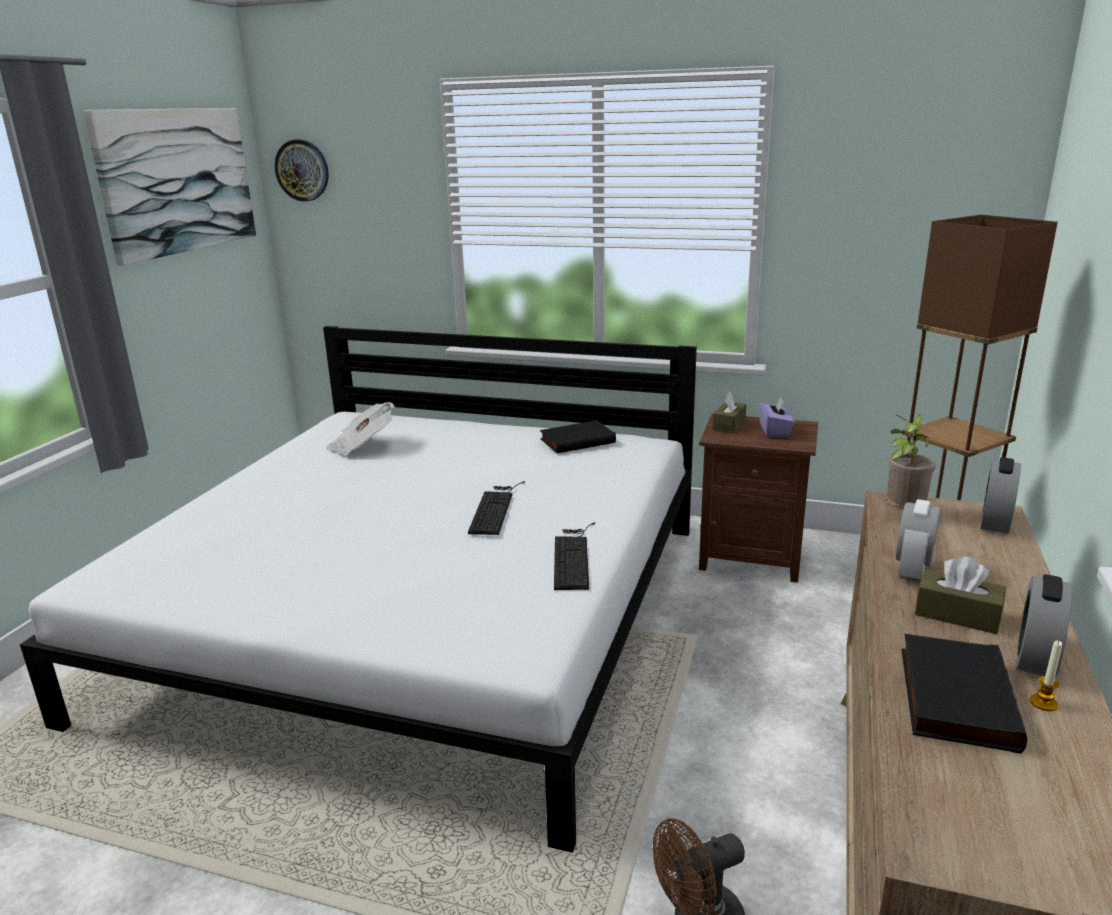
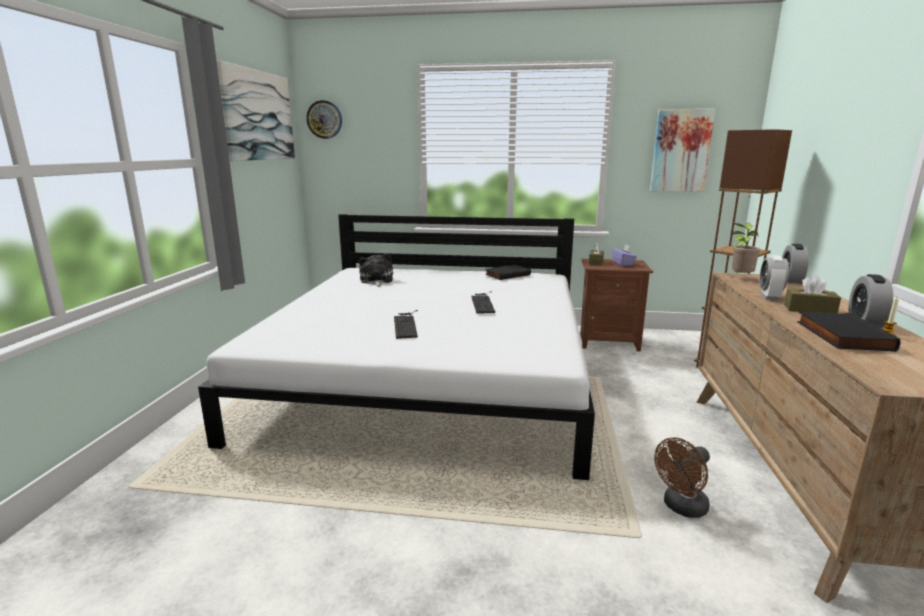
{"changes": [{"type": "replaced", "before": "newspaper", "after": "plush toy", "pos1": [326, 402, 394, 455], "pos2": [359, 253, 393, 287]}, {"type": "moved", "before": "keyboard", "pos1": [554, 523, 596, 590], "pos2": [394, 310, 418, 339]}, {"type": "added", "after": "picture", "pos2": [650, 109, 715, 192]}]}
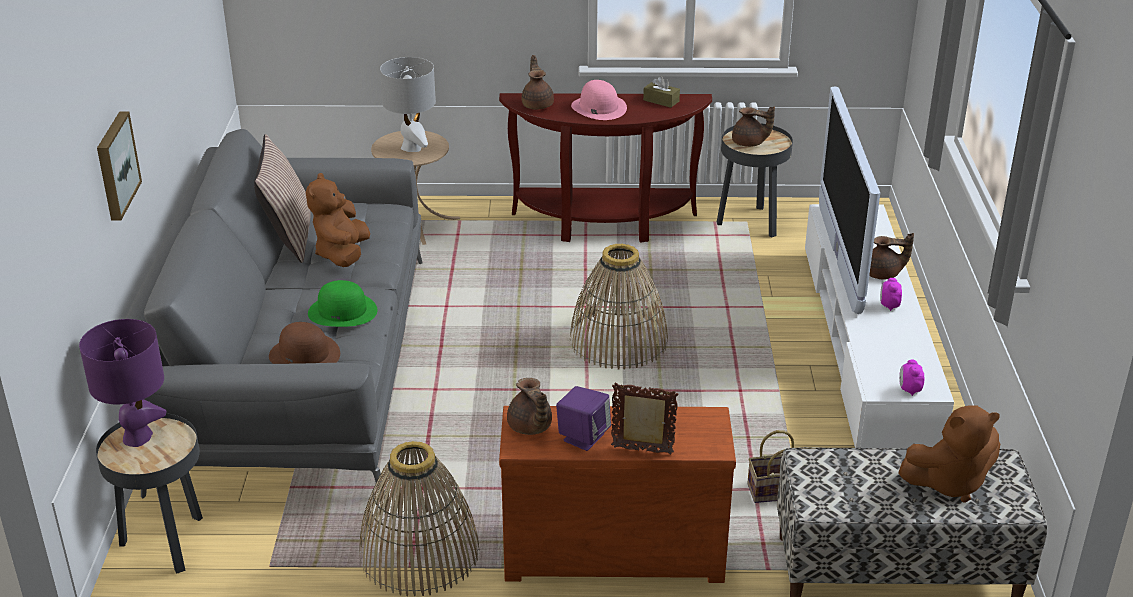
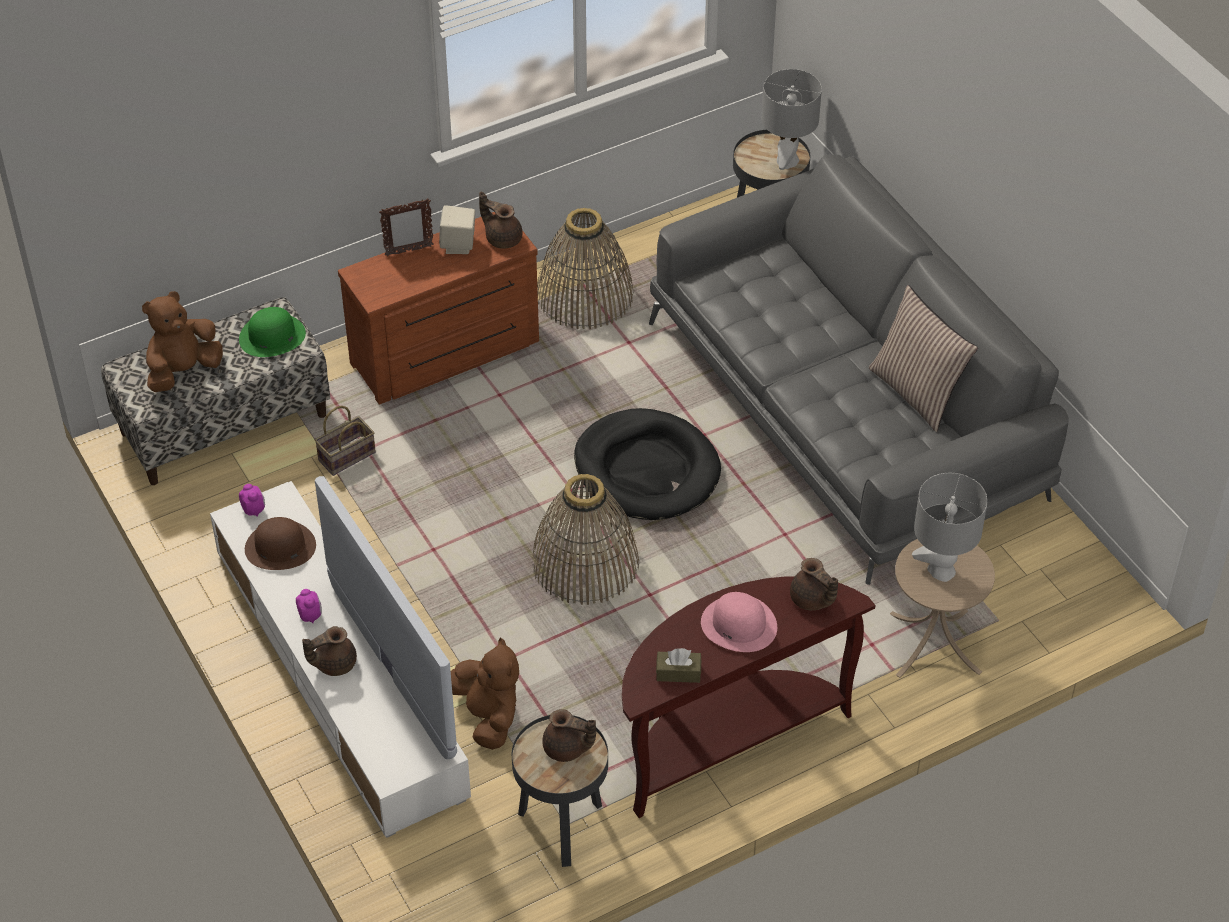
{"changes": [{"type": "moved", "before": "hat in green", "pos1": [308, 280, 378, 327], "pos2": [239, 307, 306, 357]}, {"type": "moved", "before": "hat in brown", "pos1": [269, 322, 340, 364], "pos2": [245, 517, 316, 570]}, {"type": "recoloured", "before": "speaker in purple", "after": "speaker in beige", "pos1": [556, 386, 611, 451], "pos2": [439, 205, 475, 254]}, {"type": "moved", "before": "plush toy in brown", "pos1": [306, 173, 370, 267], "pos2": [451, 637, 519, 750]}, {"type": "turned", "before": "teapot in brown", "pos1": [732, 106, 775, 147], "pos2": [542, 709, 596, 762], "turn": -150}, {"type": "added", "after": "dog bed in black", "pos2": [574, 408, 721, 520]}, {"type": "recoloured", "before": "table lamp in purple", "after": "table lamp in grey", "pos1": [79, 319, 167, 447], "pos2": [762, 69, 822, 170]}, {"type": "removed", "before": "picture", "pos1": [97, 112, 142, 220]}]}
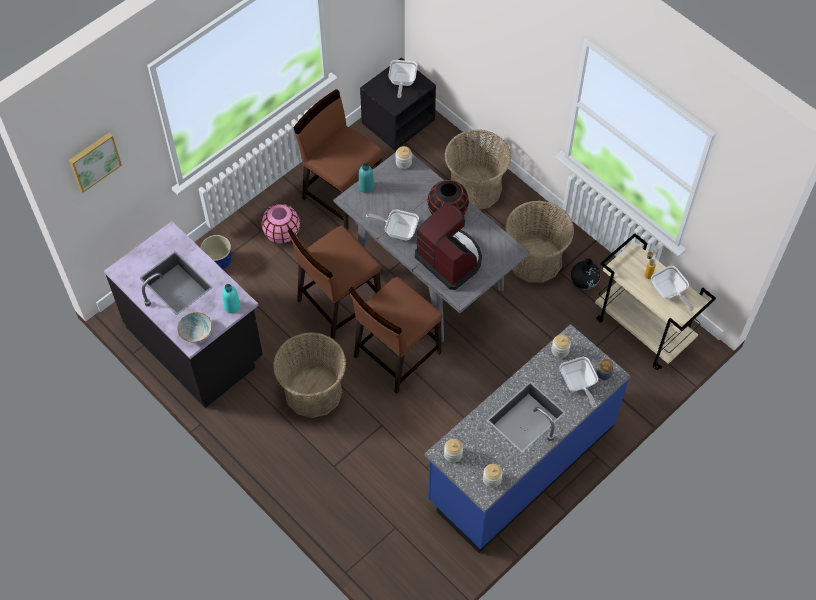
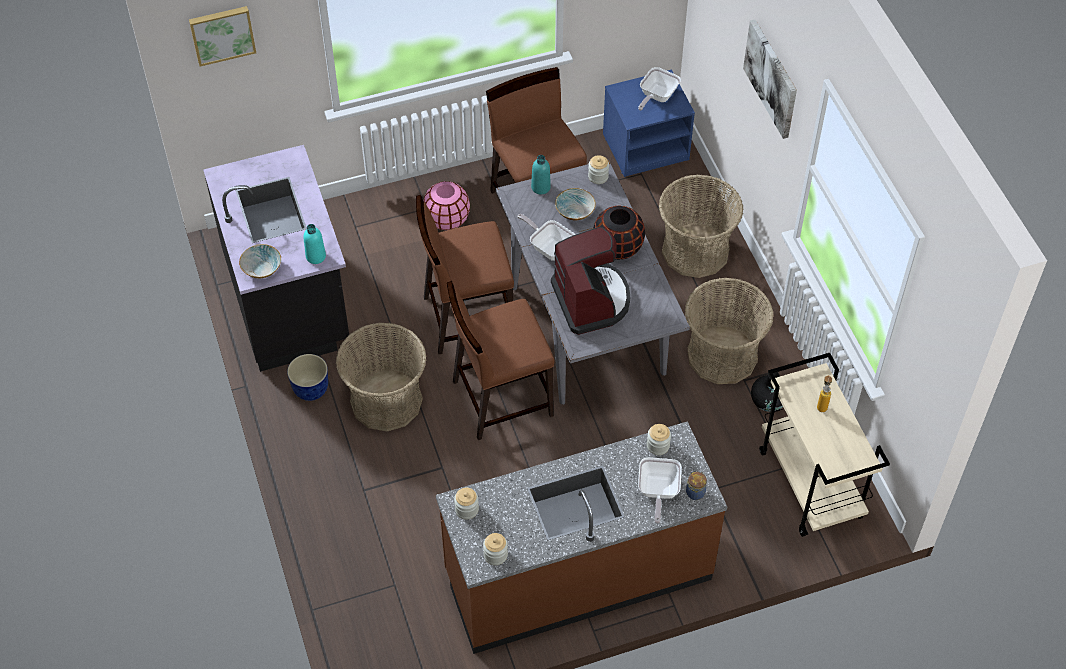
{"changes": [{"type": "moved", "before": "planter", "pos1": [200, 235, 232, 269], "pos2": [287, 354, 328, 401]}, {"type": "recoloured", "before": "counter in blue", "after": "counter in brown", "pos1": [425, 324, 631, 553], "pos2": [436, 421, 727, 654]}, {"type": "added", "after": "bowl", "pos2": [555, 188, 596, 220]}, {"type": "recoloured", "before": "nightstand in black", "after": "nightstand in blue", "pos1": [360, 57, 436, 151], "pos2": [603, 69, 695, 177]}, {"type": "added", "after": "picture", "pos2": [743, 19, 797, 139]}, {"type": "removed", "before": "frying pan", "pos1": [651, 266, 694, 311]}]}
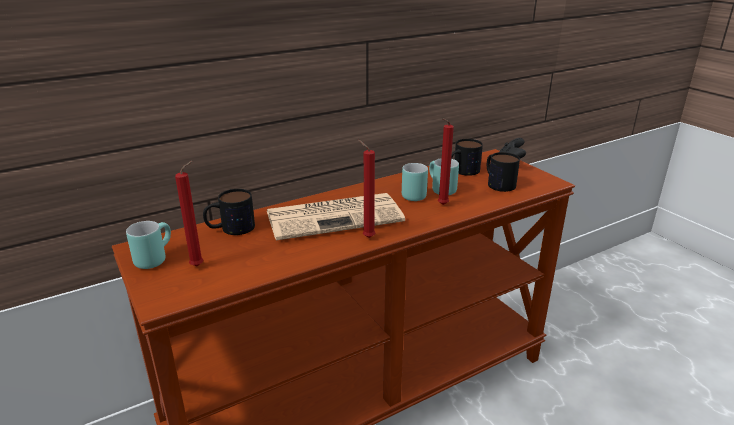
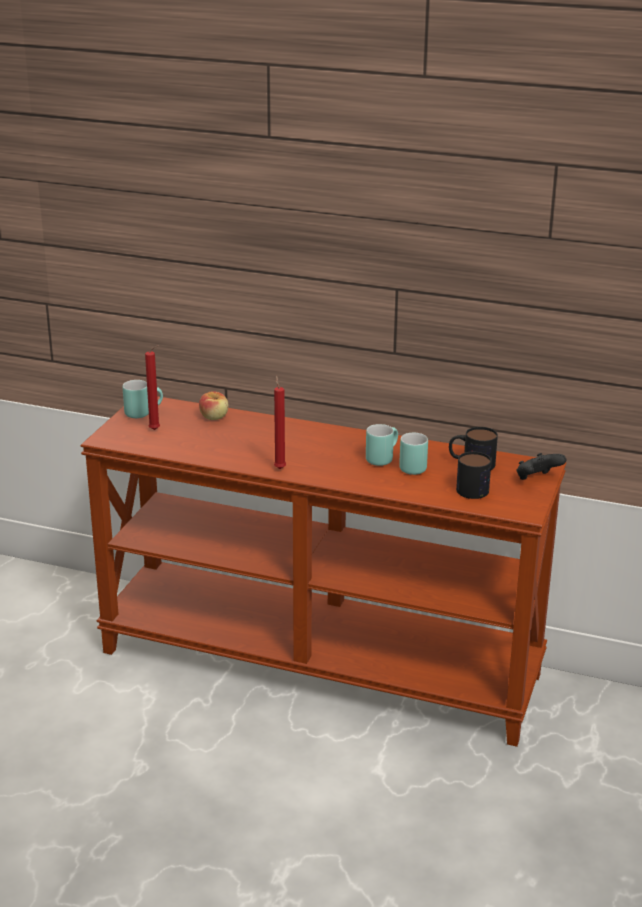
{"changes": [{"type": "replaced", "before": "mug", "after": "apple", "pos1": [203, 189, 255, 235], "pos2": [199, 391, 229, 420]}, {"type": "removed", "before": "newspaper", "pos1": [267, 193, 405, 240]}, {"type": "removed", "before": "candle in red", "pos1": [438, 118, 454, 205]}]}
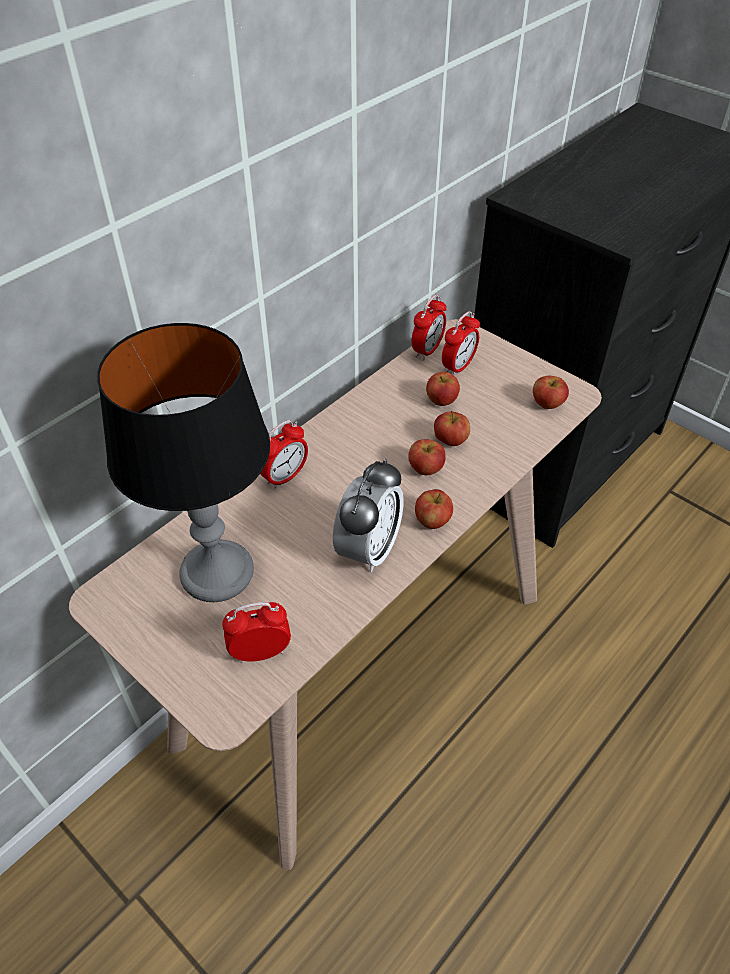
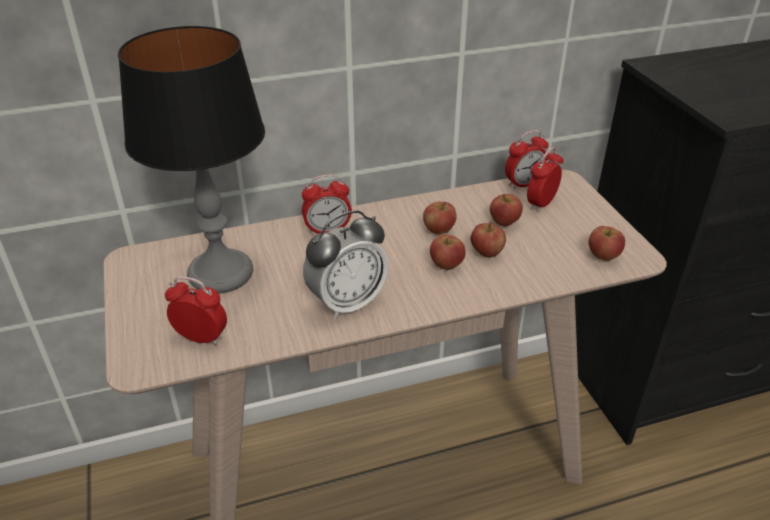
{"changes": [{"type": "moved", "before": "apple", "pos1": [415, 489, 453, 529], "pos2": [423, 202, 457, 234]}, {"type": "turned", "before": "alarm clock", "pos1": [442, 311, 480, 376], "pos2": [527, 147, 563, 212], "turn": 150}]}
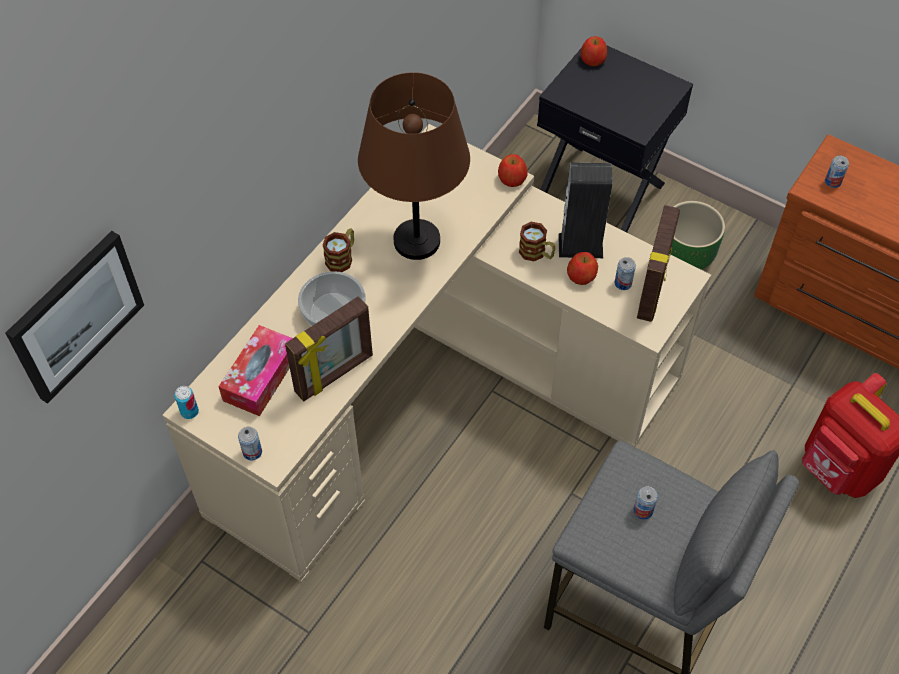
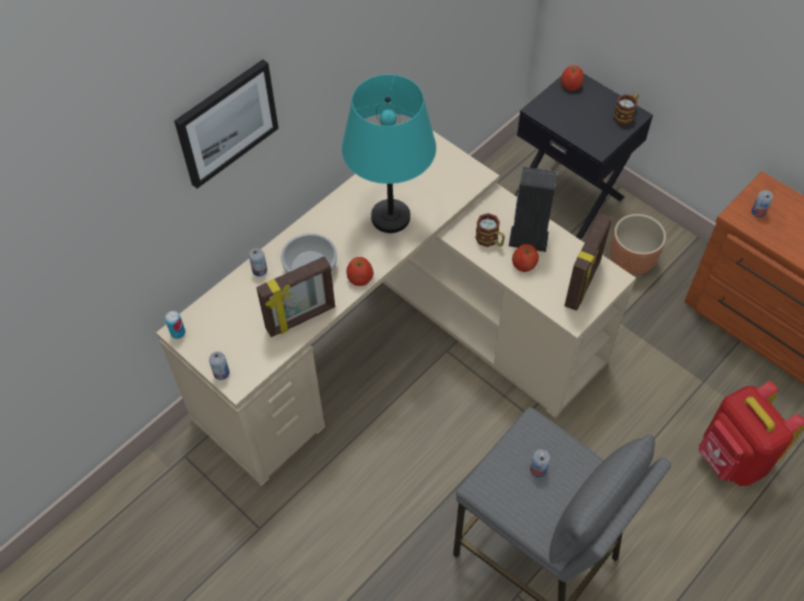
{"changes": [{"type": "moved", "before": "picture", "pos1": [5, 231, 144, 404], "pos2": [174, 59, 279, 189]}, {"type": "moved", "before": "can", "pos1": [615, 257, 636, 290], "pos2": [249, 248, 267, 277]}, {"type": "recoloured", "before": "table lamp in brown", "after": "table lamp in turquoise", "pos1": [358, 72, 470, 260], "pos2": [342, 75, 436, 233]}, {"type": "moved", "before": "apple", "pos1": [498, 154, 528, 187], "pos2": [346, 257, 374, 286]}, {"type": "recoloured", "before": "planter in green", "after": "planter in brown", "pos1": [670, 201, 725, 270], "pos2": [610, 214, 666, 274]}, {"type": "moved", "before": "mug", "pos1": [323, 228, 354, 272], "pos2": [613, 93, 639, 126]}, {"type": "removed", "before": "tissue box", "pos1": [218, 325, 293, 416]}]}
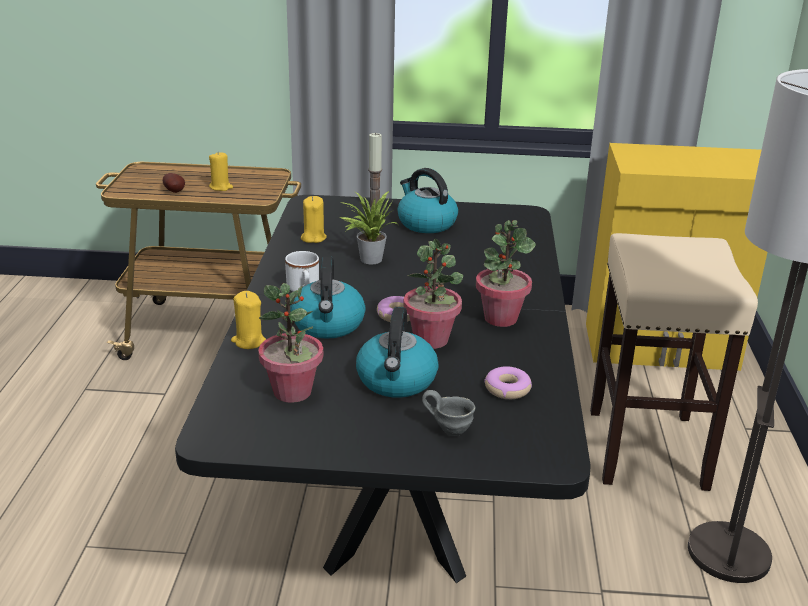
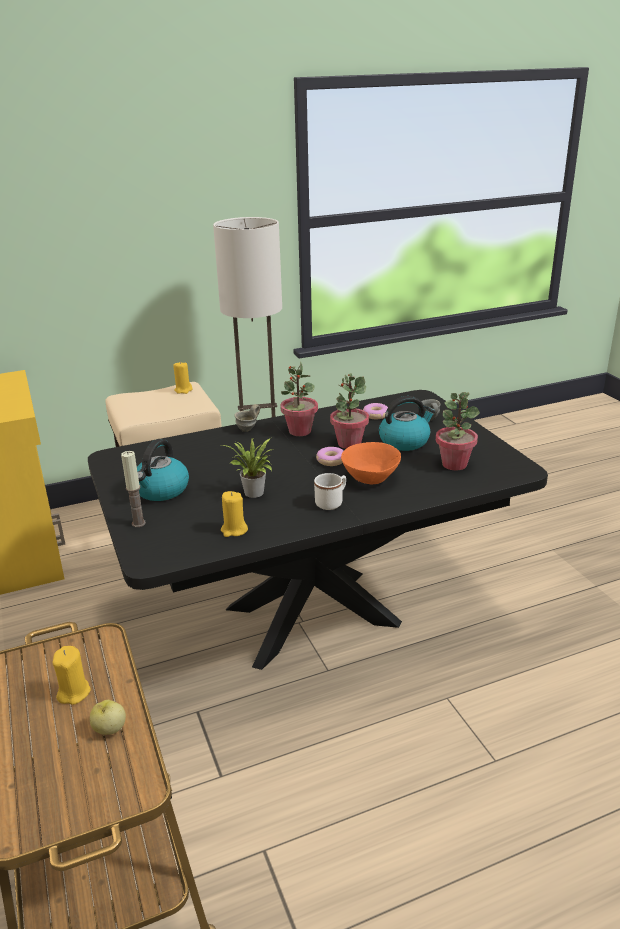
{"changes": [{"type": "replaced", "before": "potato", "after": "apple", "pos1": [162, 173, 185, 193], "pos2": [90, 700, 126, 735]}, {"type": "moved", "before": "candle in yellow", "pos1": [231, 291, 266, 349], "pos2": [173, 361, 192, 394]}, {"type": "added", "after": "mug in grey", "pos2": [234, 404, 260, 432]}, {"type": "replaced", "before": "kettle", "after": "bowl in orange", "pos1": [290, 257, 366, 339], "pos2": [341, 442, 401, 484]}]}
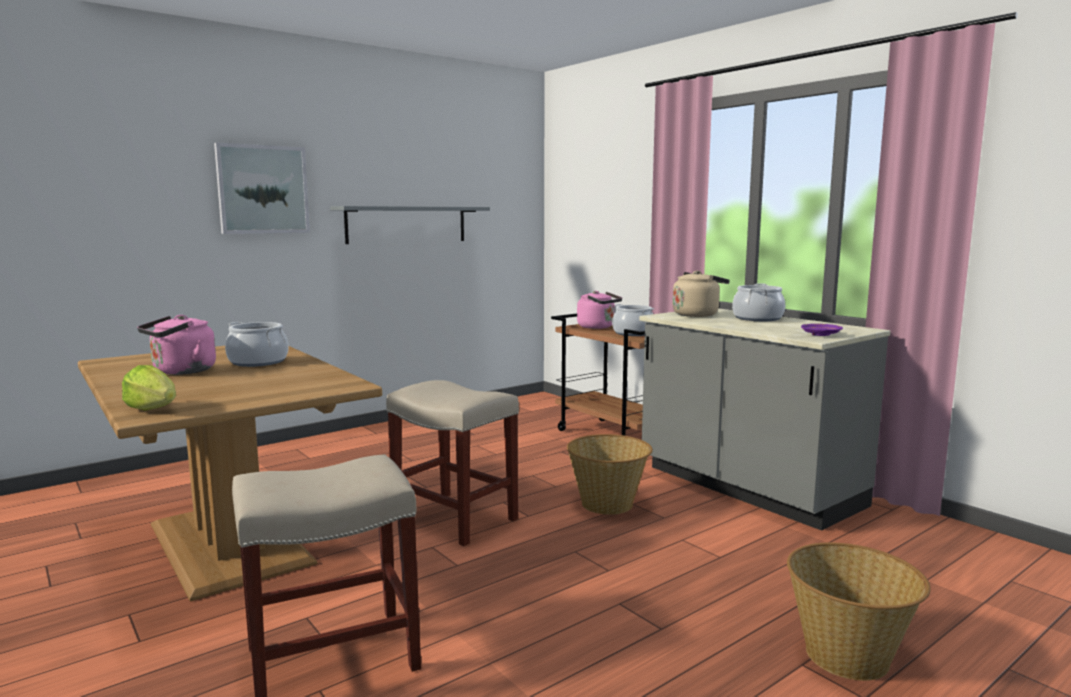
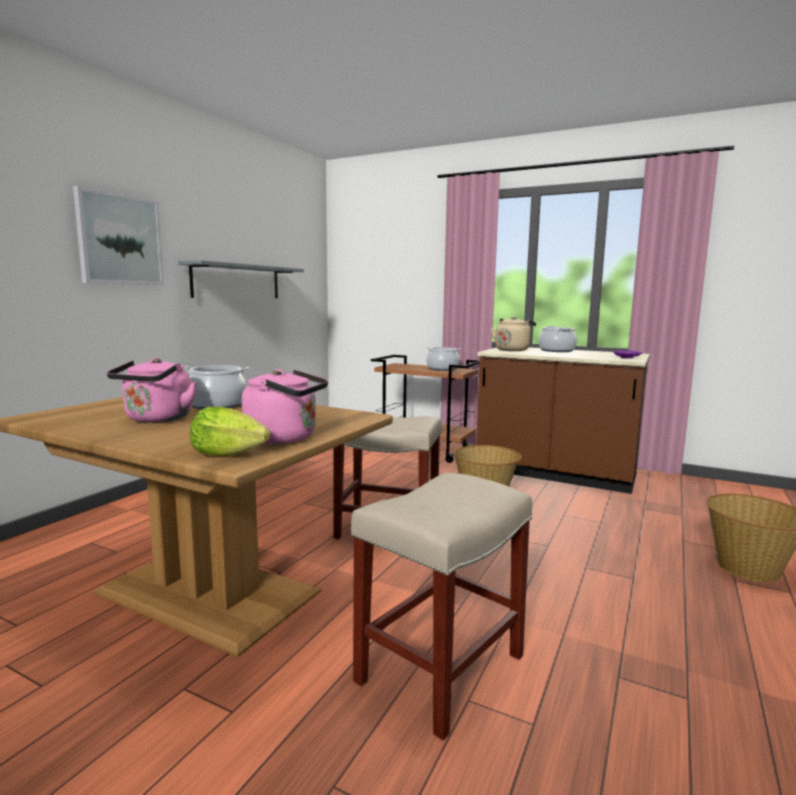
{"changes": [{"type": "moved", "before": "kettle in pink", "pos1": [577, 291, 622, 329], "pos2": [242, 369, 328, 444]}, {"type": "recoloured", "before": "counter in grey", "after": "counter in brown", "pos1": [639, 308, 890, 531], "pos2": [476, 347, 650, 494]}]}
